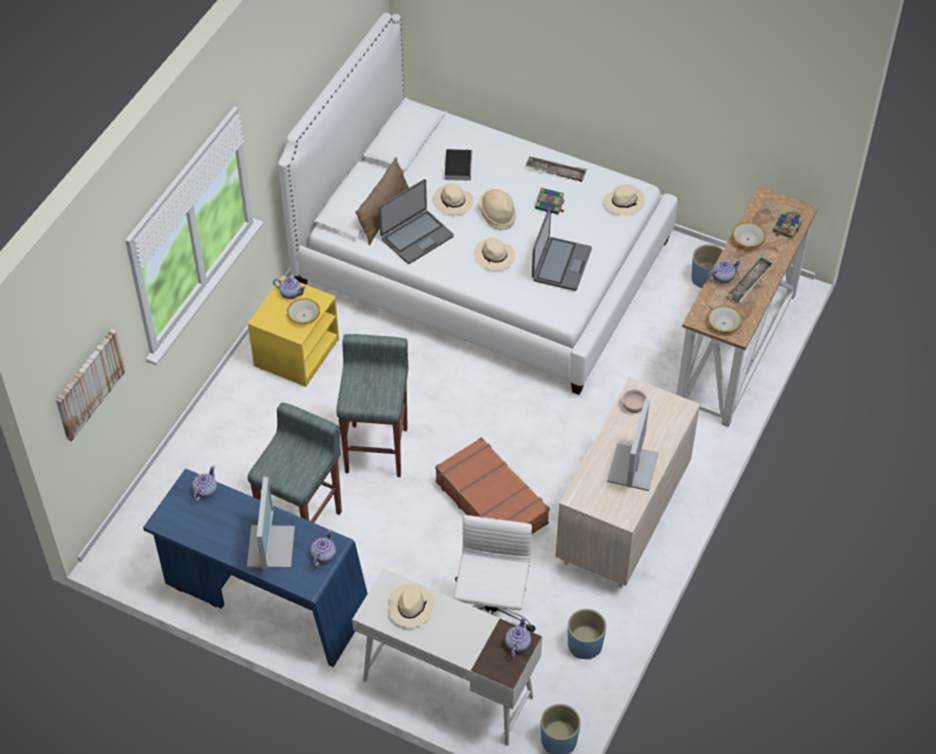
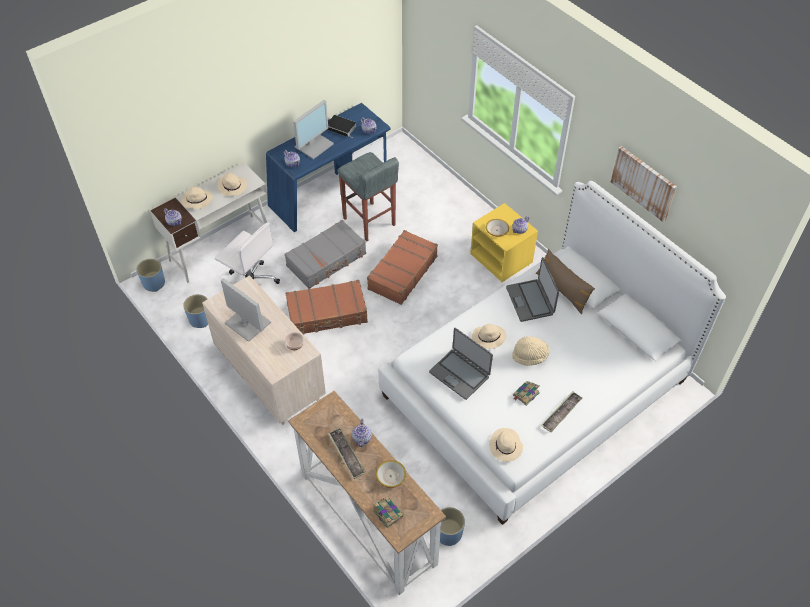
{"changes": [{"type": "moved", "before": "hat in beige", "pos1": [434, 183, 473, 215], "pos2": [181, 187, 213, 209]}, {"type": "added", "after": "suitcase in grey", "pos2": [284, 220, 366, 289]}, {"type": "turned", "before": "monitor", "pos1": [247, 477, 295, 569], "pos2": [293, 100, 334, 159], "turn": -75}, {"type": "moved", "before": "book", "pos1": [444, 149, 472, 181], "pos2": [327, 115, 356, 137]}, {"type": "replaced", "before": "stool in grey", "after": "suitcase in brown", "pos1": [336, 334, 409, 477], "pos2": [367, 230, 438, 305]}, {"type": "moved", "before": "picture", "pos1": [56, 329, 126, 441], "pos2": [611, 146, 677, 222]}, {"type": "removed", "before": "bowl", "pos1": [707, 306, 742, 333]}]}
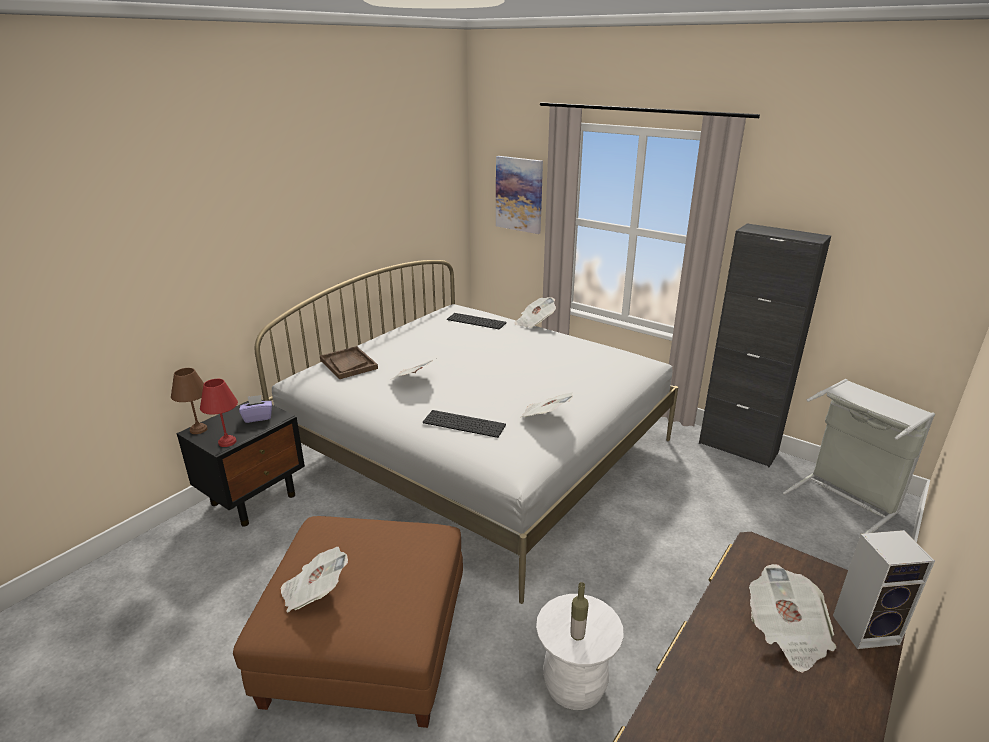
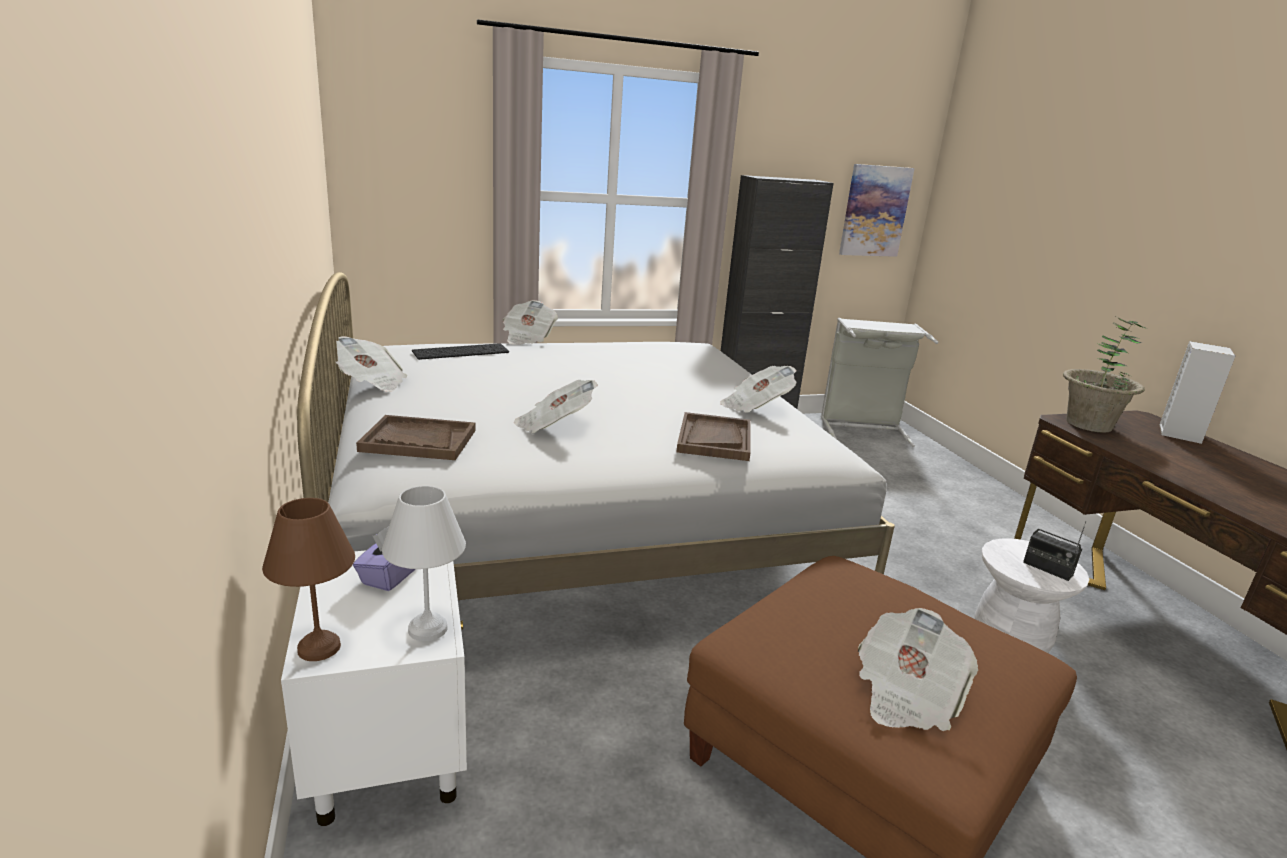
{"changes": [{"type": "recoloured", "before": "nightstand in black", "after": "nightstand in white", "pos1": [176, 399, 305, 527], "pos2": [281, 550, 467, 826]}, {"type": "moved", "before": "newspaper", "pos1": [749, 564, 836, 673], "pos2": [336, 336, 407, 392]}, {"type": "recoloured", "before": "table lamp in red", "after": "table lamp in white", "pos1": [200, 379, 238, 447], "pos2": [382, 486, 466, 641]}, {"type": "replaced", "before": "keyboard", "after": "tray in brown", "pos1": [423, 410, 506, 438], "pos2": [676, 412, 751, 461]}, {"type": "moved", "before": "picture", "pos1": [496, 156, 543, 234], "pos2": [839, 164, 915, 257]}, {"type": "replaced", "before": "bottle", "after": "radio", "pos1": [570, 582, 589, 641], "pos2": [1023, 521, 1086, 581]}, {"type": "added", "after": "potted plant", "pos2": [1063, 315, 1147, 433]}]}
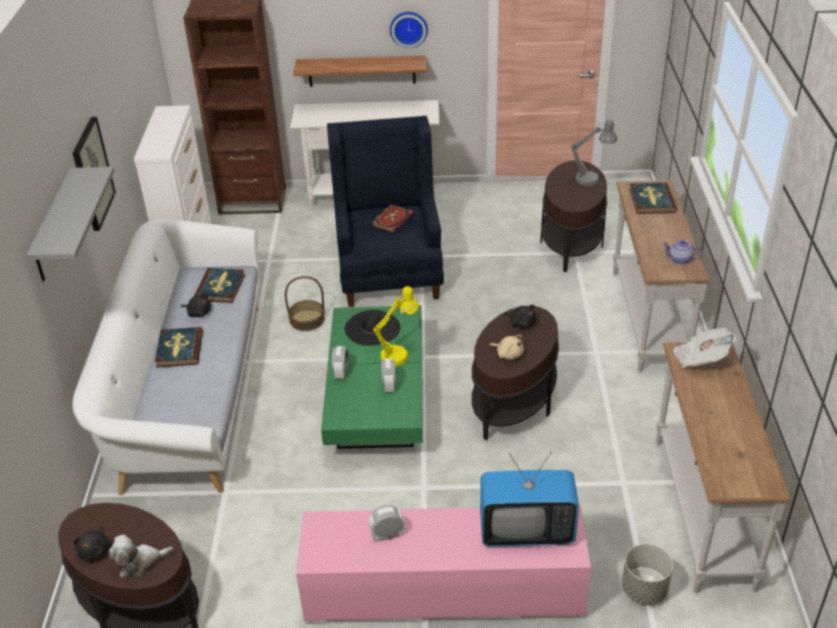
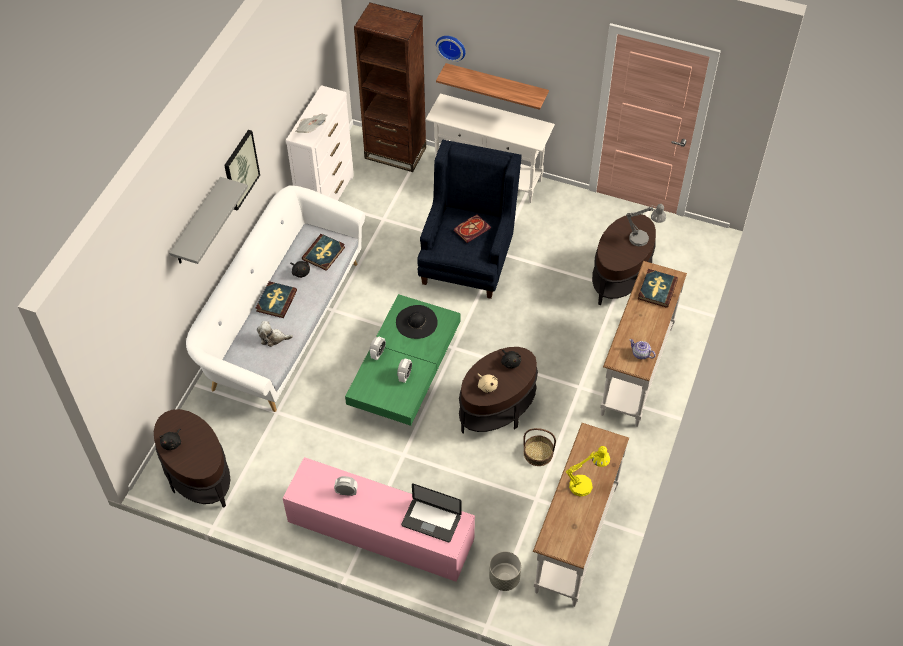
{"changes": [{"type": "moved", "before": "plush toy", "pos1": [108, 535, 174, 579], "pos2": [257, 321, 293, 347]}, {"type": "moved", "before": "newspaper", "pos1": [673, 327, 736, 368], "pos2": [295, 114, 327, 133]}, {"type": "replaced", "before": "television", "after": "laptop", "pos1": [480, 452, 579, 547], "pos2": [401, 484, 462, 542]}, {"type": "moved", "before": "wall clock", "pos1": [390, 12, 428, 48], "pos2": [436, 36, 465, 62]}, {"type": "moved", "before": "basket", "pos1": [285, 276, 325, 331], "pos2": [523, 428, 556, 466]}, {"type": "moved", "before": "table lamp in yellow", "pos1": [373, 286, 419, 366], "pos2": [566, 446, 610, 496]}]}
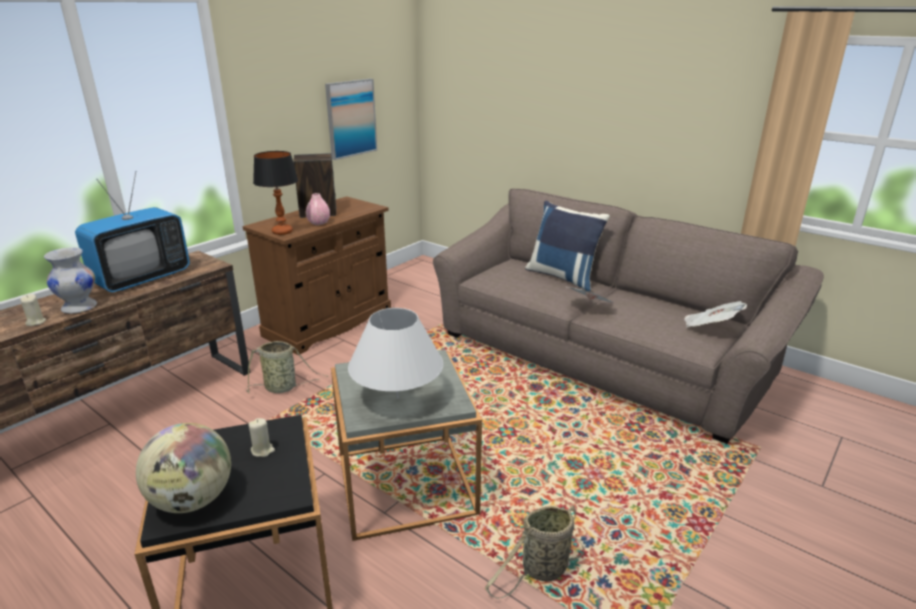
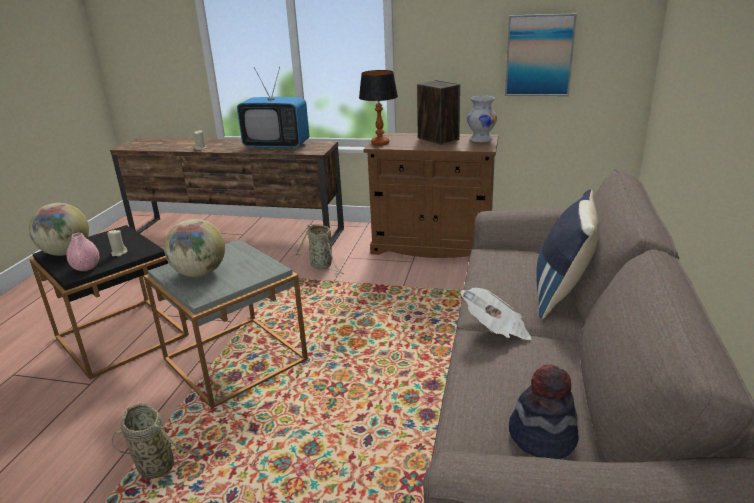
{"changes": [{"type": "moved", "before": "vase in pink", "pos1": [306, 193, 330, 225], "pos2": [67, 233, 99, 271]}, {"type": "replaced", "before": "table lamp in white", "after": "globe", "pos1": [348, 308, 444, 399], "pos2": [164, 219, 225, 277]}, {"type": "moved", "before": "vase in white", "pos1": [44, 247, 97, 314], "pos2": [467, 96, 497, 142]}, {"type": "replaced", "before": "newspaper", "after": "hat", "pos1": [685, 301, 747, 328], "pos2": [509, 364, 579, 459]}]}
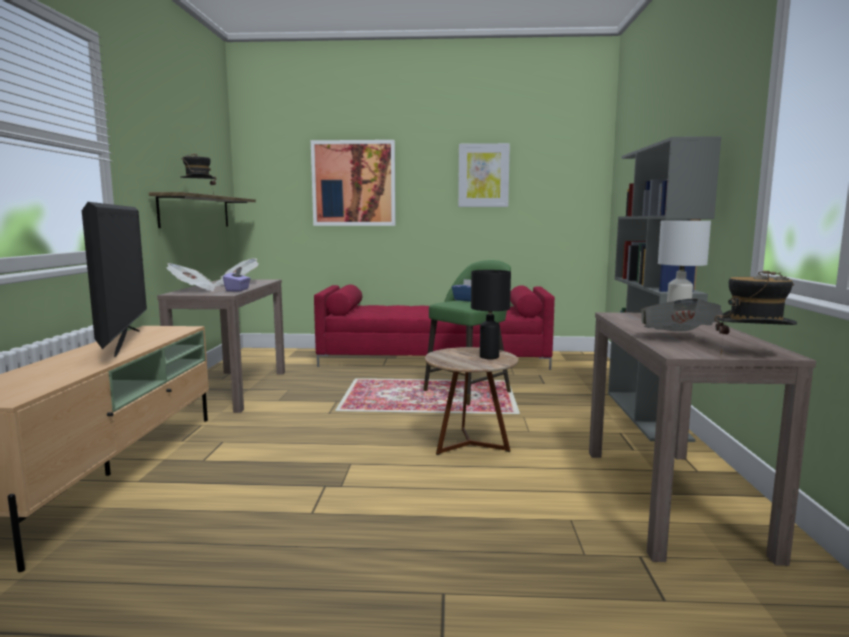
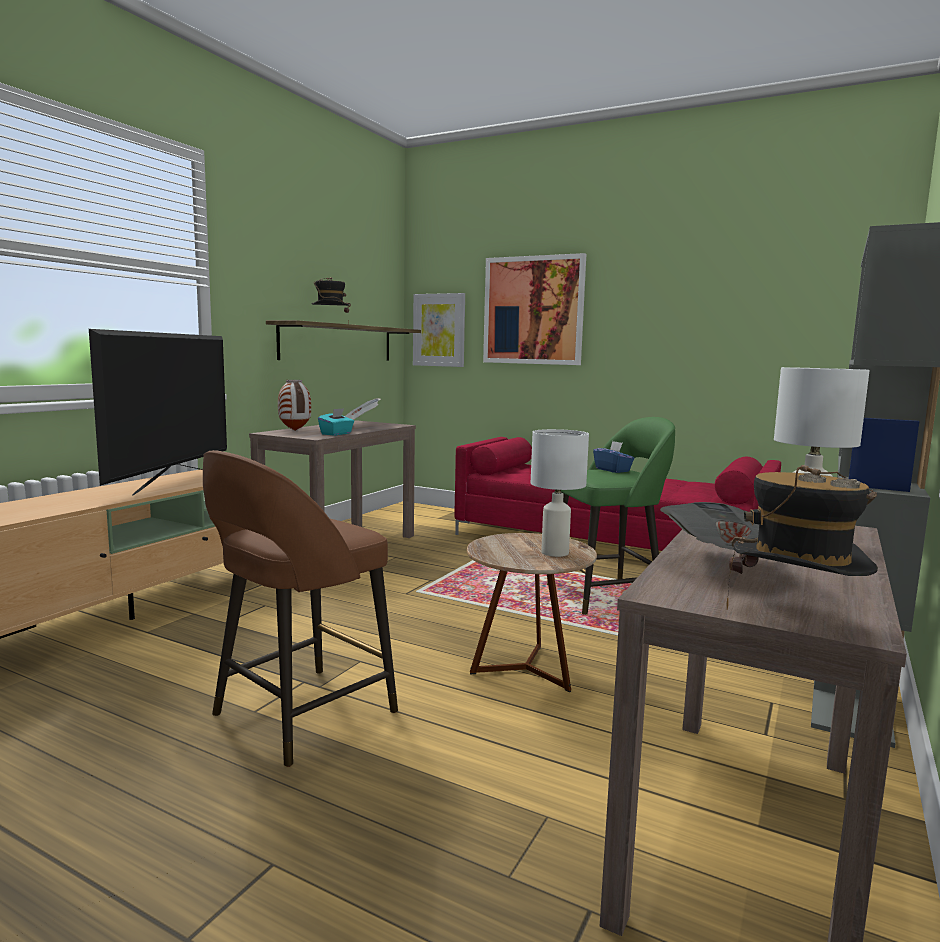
{"changes": [{"type": "added", "after": "stool in brown", "pos2": [203, 450, 398, 767]}, {"type": "replaced", "before": "newspaper", "after": "vase", "pos1": [167, 263, 217, 291], "pos2": [278, 380, 311, 431]}, {"type": "recoloured", "before": "tissue box in purple", "after": "tissue box in turquoise", "pos1": [223, 268, 251, 291], "pos2": [318, 408, 354, 436]}, {"type": "moved", "before": "picture", "pos1": [458, 143, 510, 207], "pos2": [413, 293, 465, 367]}, {"type": "recoloured", "before": "table lamp in black", "after": "table lamp in white", "pos1": [471, 270, 511, 359], "pos2": [531, 429, 589, 557]}]}
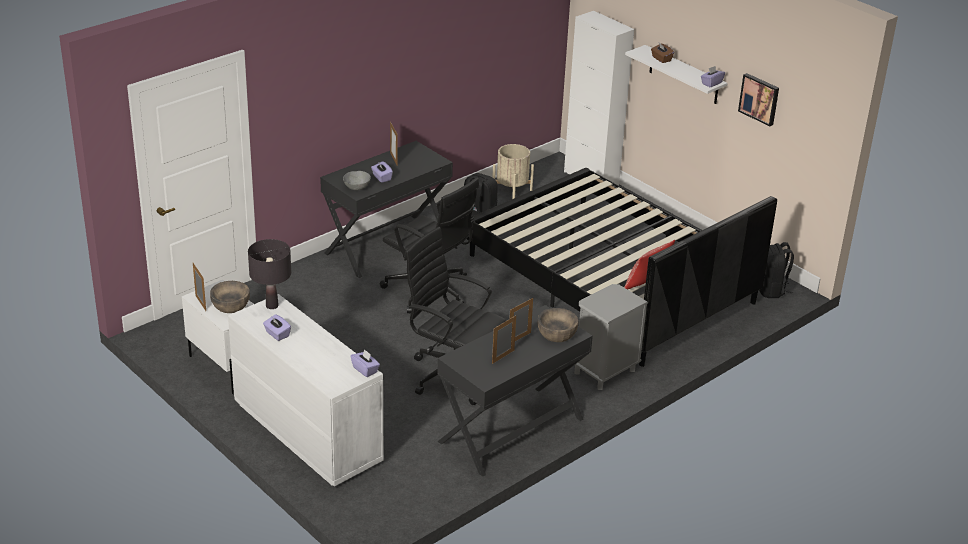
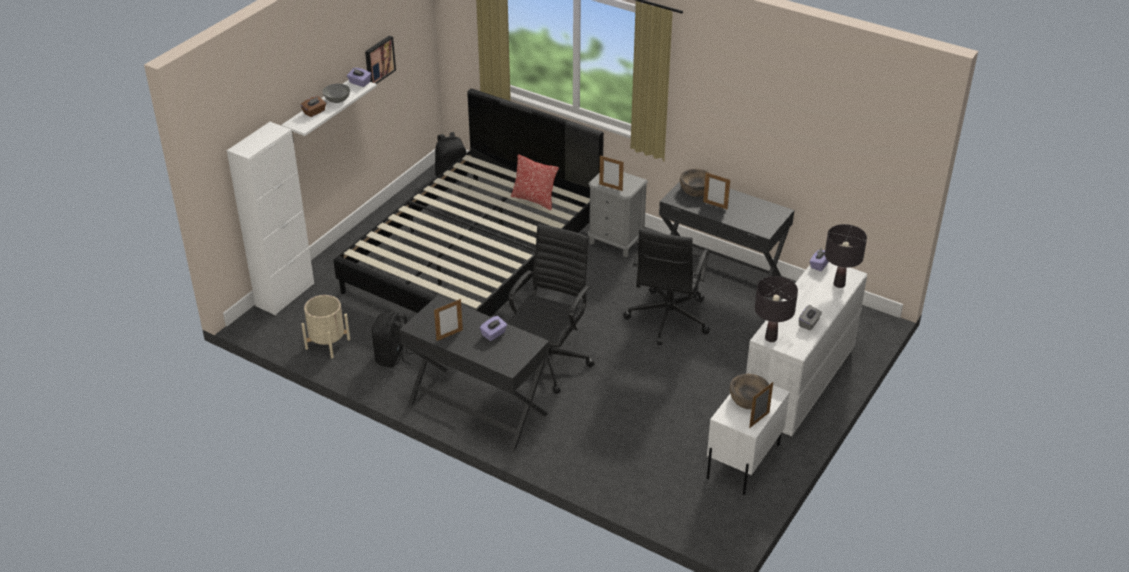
{"changes": [{"type": "moved", "before": "bowl in grey", "pos1": [343, 171, 371, 190], "pos2": [322, 84, 350, 103]}, {"type": "moved", "before": "picture frame", "pos1": [492, 316, 516, 364], "pos2": [599, 156, 624, 191]}, {"type": "recoloured", "before": "tissue box in purple", "after": "tissue box in grey", "pos1": [263, 314, 291, 341], "pos2": [799, 305, 822, 330]}, {"type": "added", "after": "table lamp in black", "pos2": [825, 224, 867, 288]}]}
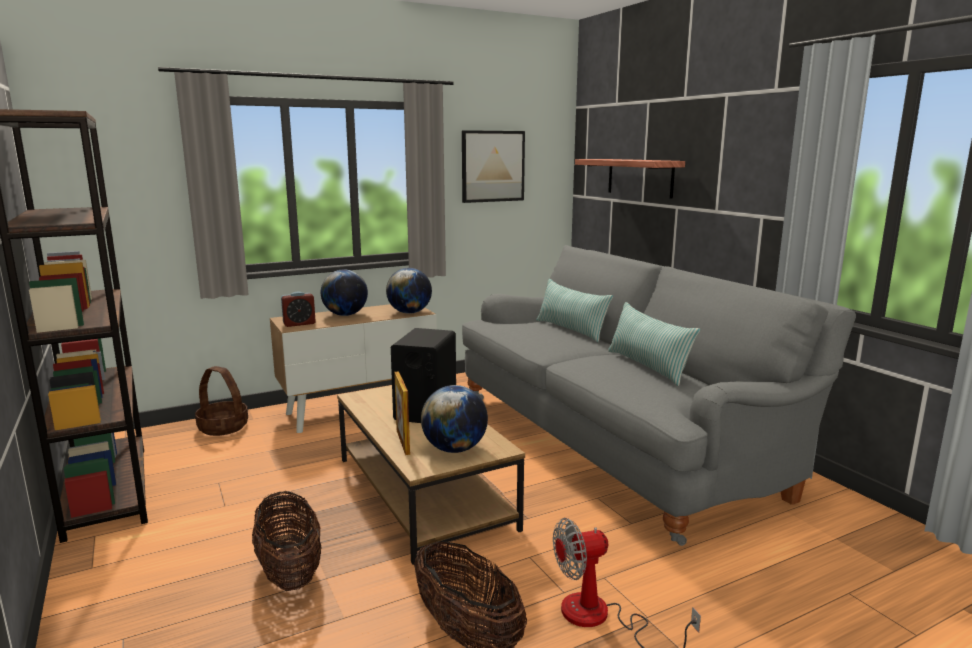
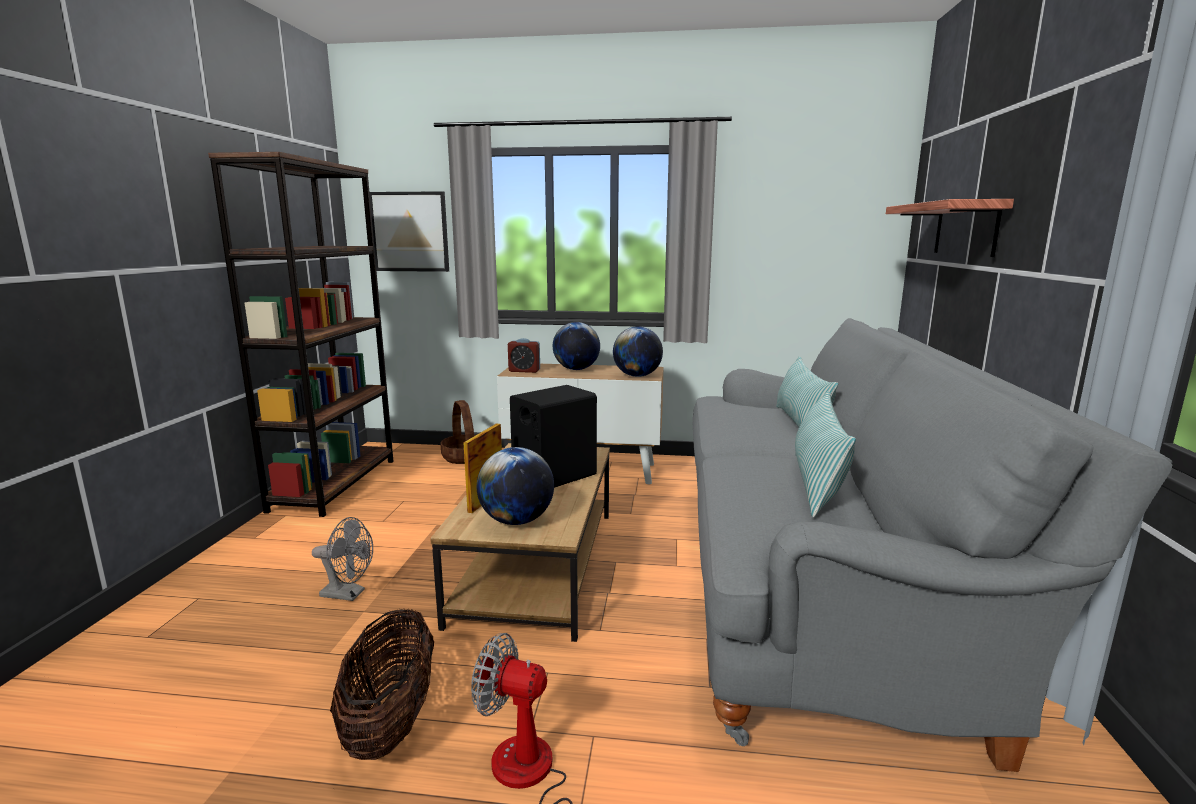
{"changes": [{"type": "replaced", "before": "basket", "after": "fan in grey", "pos1": [252, 491, 321, 591], "pos2": [312, 517, 373, 601]}, {"type": "moved", "before": "picture", "pos1": [462, 130, 525, 203], "pos2": [369, 191, 449, 272]}]}
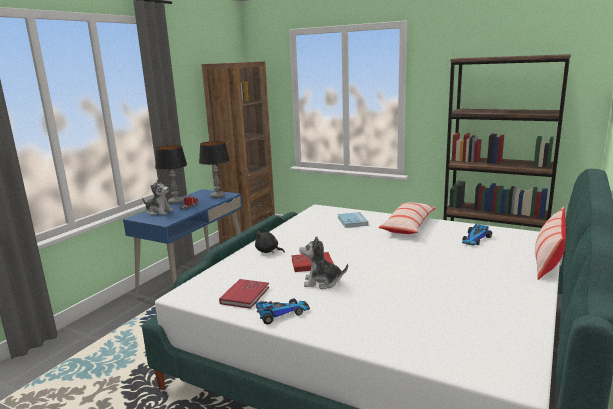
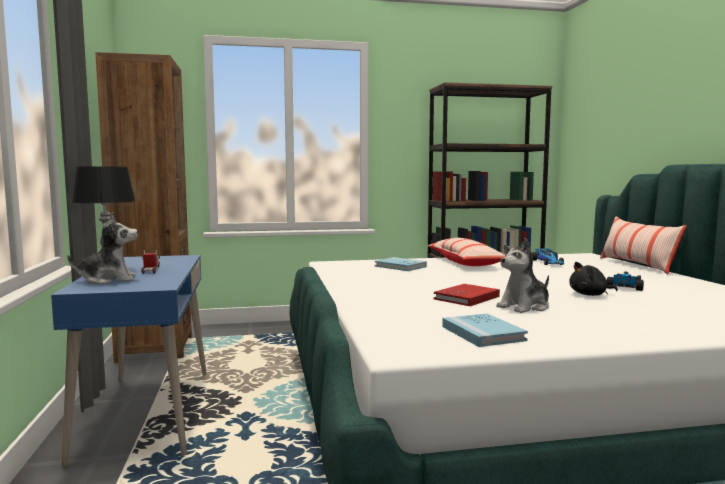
{"changes": [{"type": "recoloured", "before": "book in red", "after": "book in blue", "pos1": [219, 279, 269, 309], "pos2": [442, 313, 528, 347]}, {"type": "moved", "before": "plush toy in black", "pos1": [255, 228, 285, 254], "pos2": [569, 262, 618, 296]}, {"type": "moved", "before": "toy car", "pos1": [255, 298, 310, 324], "pos2": [607, 272, 644, 291]}, {"type": "removed", "before": "table lamp", "pos1": [199, 141, 230, 198]}]}
